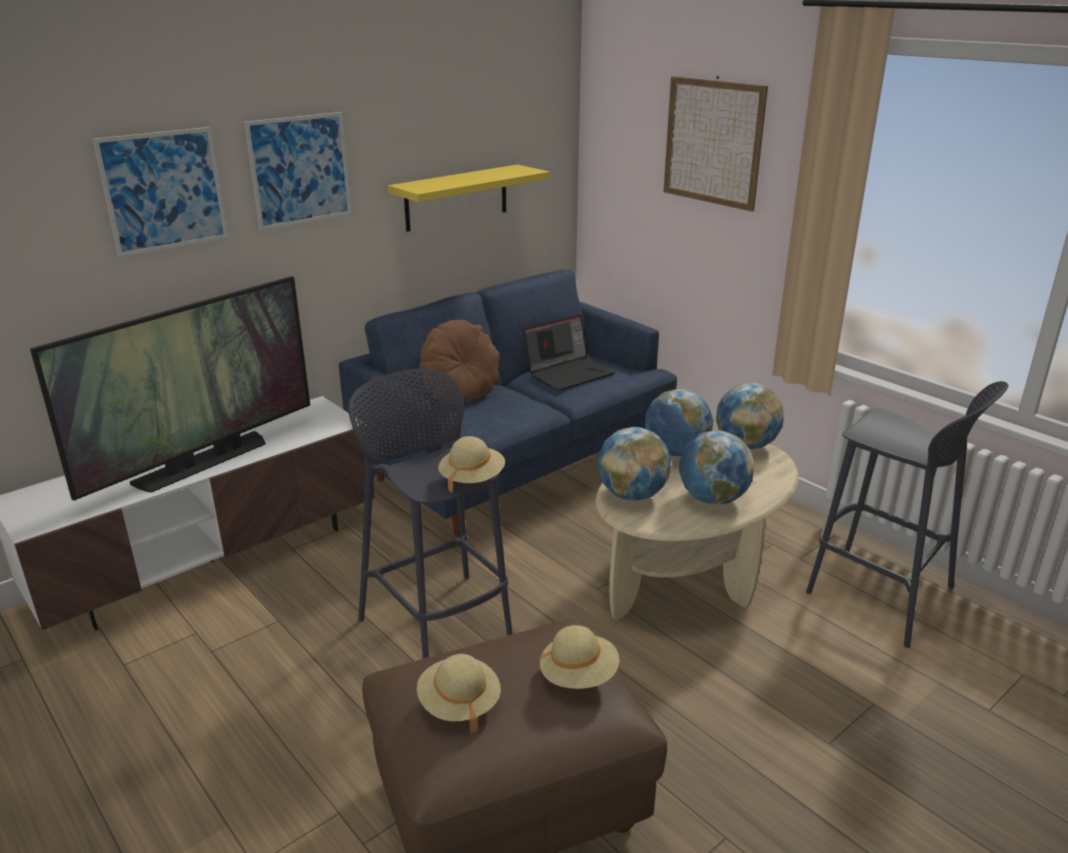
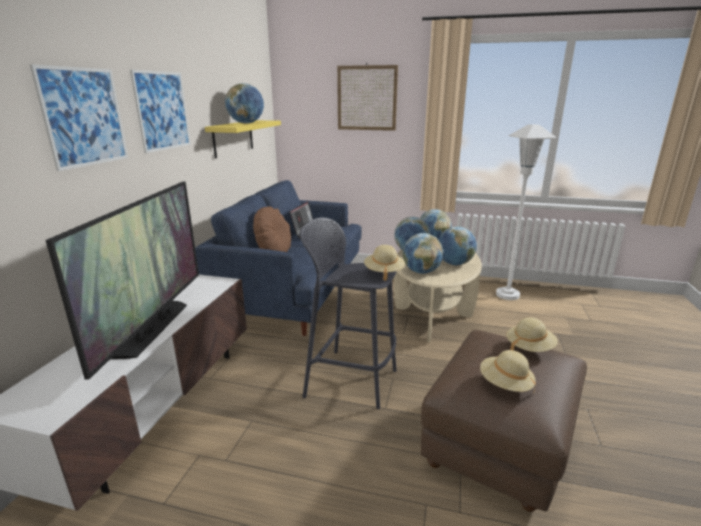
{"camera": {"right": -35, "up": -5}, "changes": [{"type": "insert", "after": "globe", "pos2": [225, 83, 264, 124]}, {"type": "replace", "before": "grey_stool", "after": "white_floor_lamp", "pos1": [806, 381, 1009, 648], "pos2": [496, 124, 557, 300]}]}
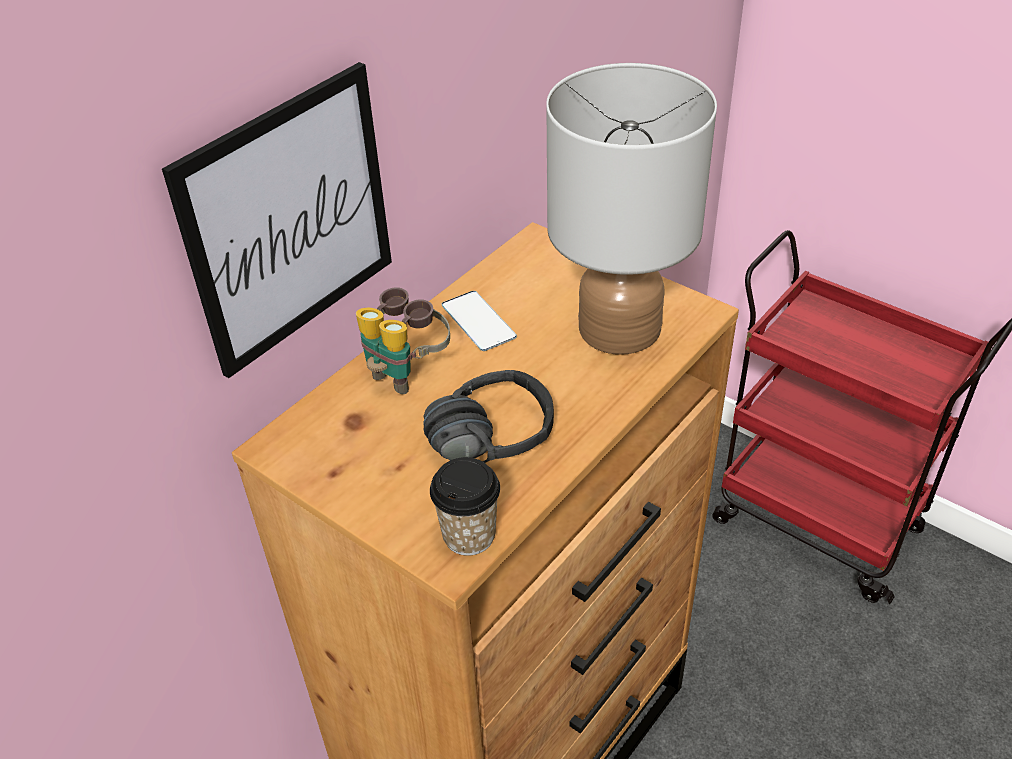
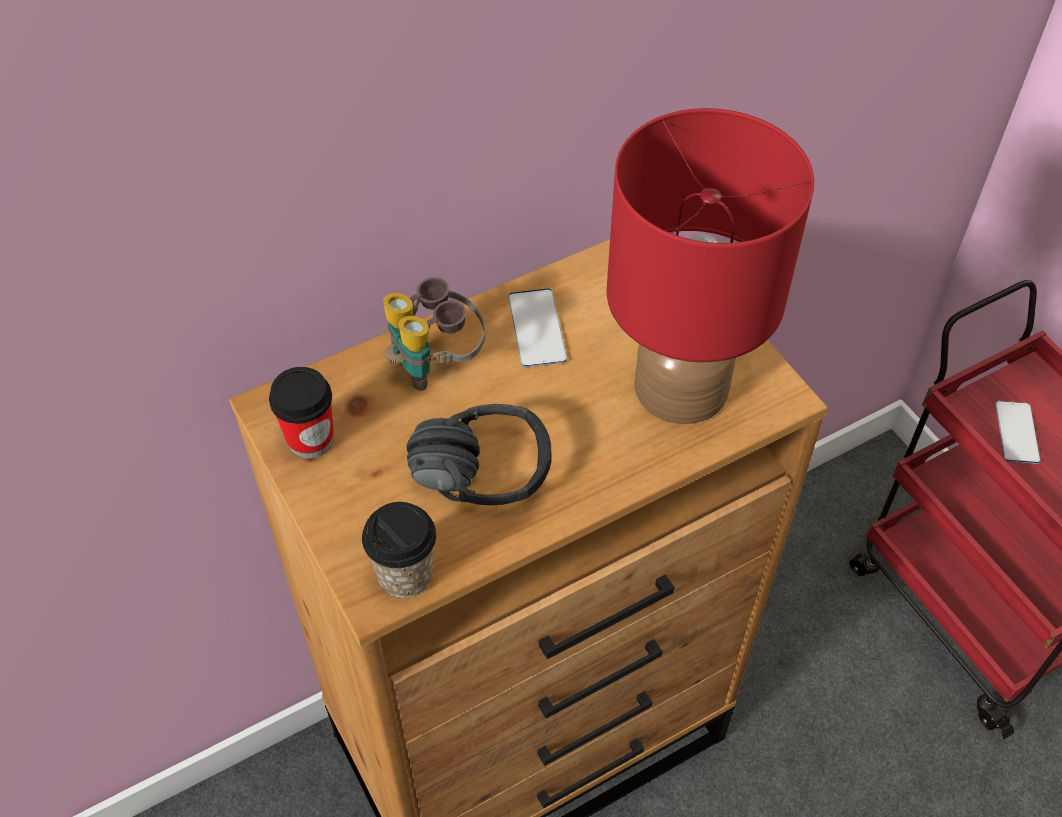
{"camera": {"right": 20, "up": 10}, "changes": [{"type": "insert", "after": "cup", "pos2": [269, 367, 334, 458]}, {"type": "recolor", "before": "grey_table_lamp", "after": "red_table_lamp", "pos1": [546, 63, 717, 355], "pos2": [607, 108, 814, 424]}, {"type": "insert", "after": "phone", "pos2": [995, 401, 1041, 464]}, {"type": "delete", "before": "picture", "pos1": [162, 62, 392, 378]}]}
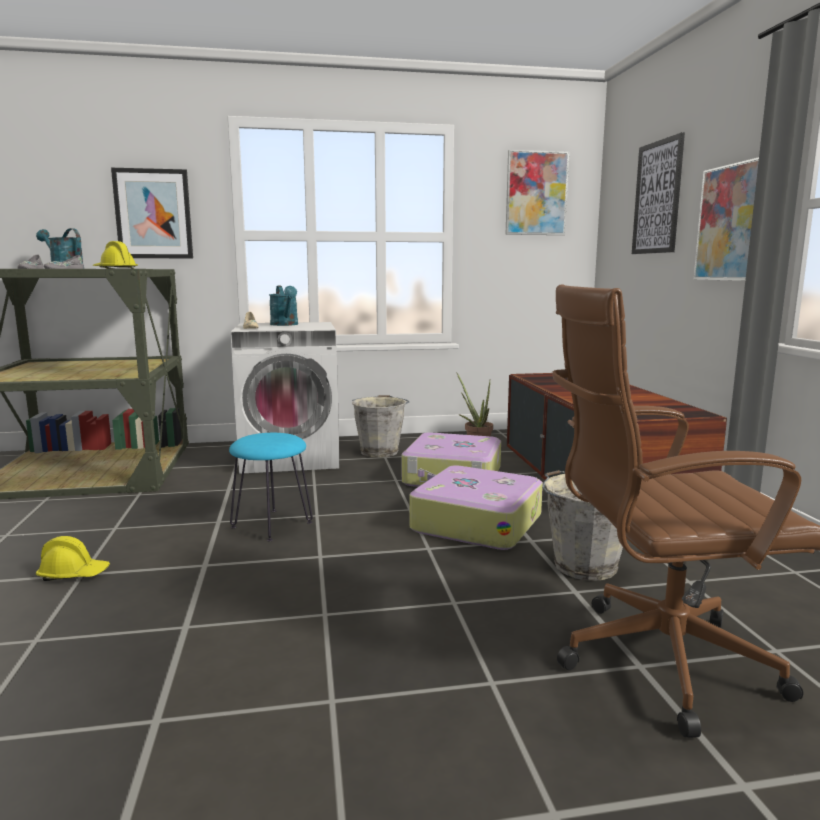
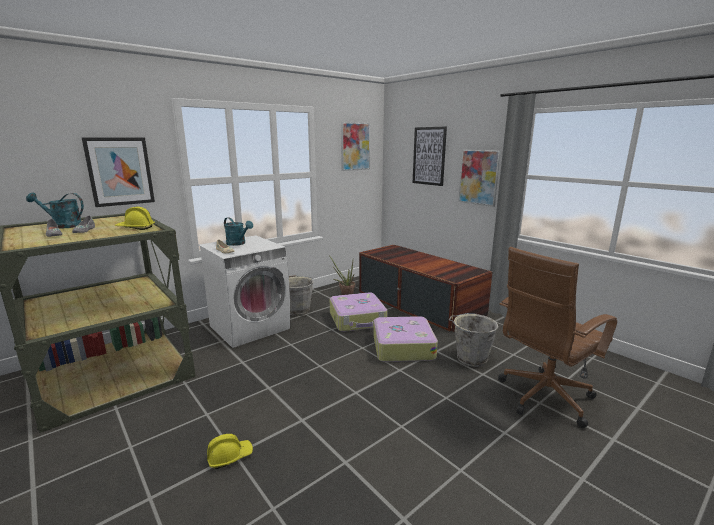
{"camera": {"right": -30, "up": 5}, "changes": [{"type": "delete", "before": "turquoise_stool", "pos1": [229, 433, 313, 542]}]}
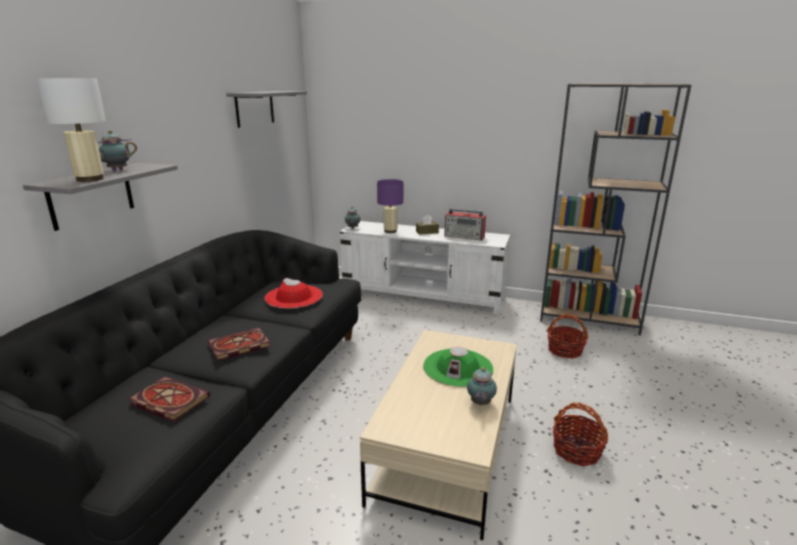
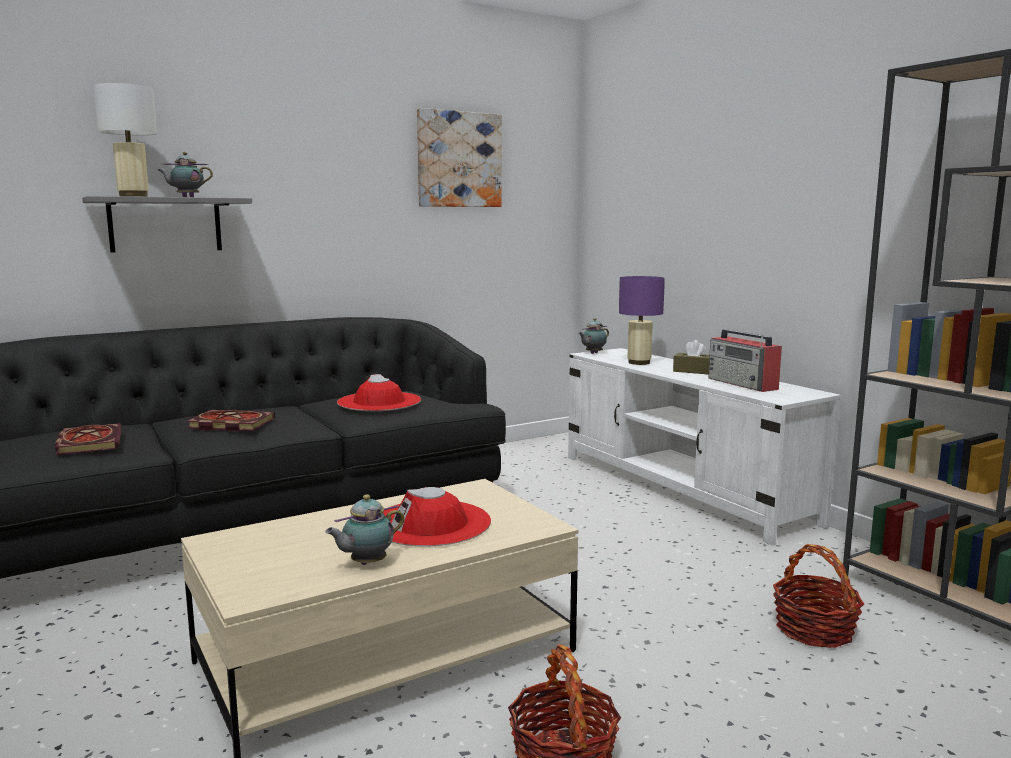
{"camera": {"right": 40, "up": -10}, "changes": [{"type": "recolor", "before": "green_hat", "after": "red_hat", "pos1": [423, 347, 493, 387], "pos2": [383, 487, 491, 547]}, {"type": "replace", "before": "grey_shelf", "after": "picture", "pos1": [226, 91, 307, 128], "pos2": [417, 108, 502, 207]}]}
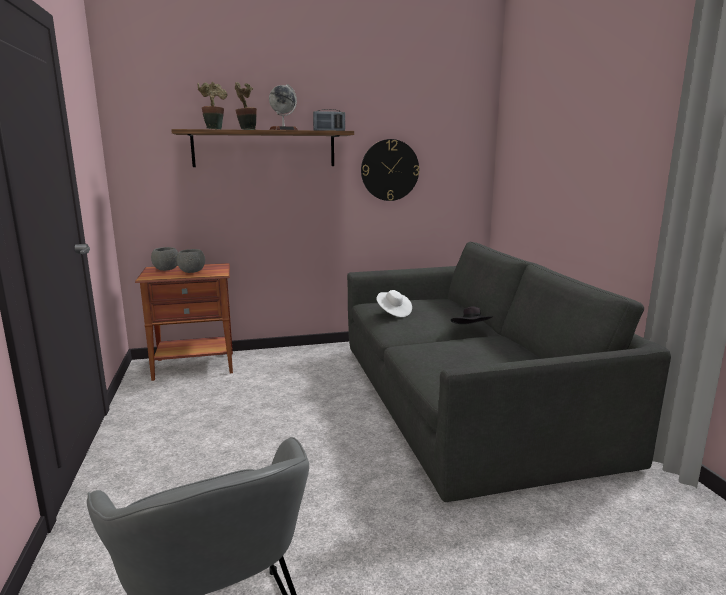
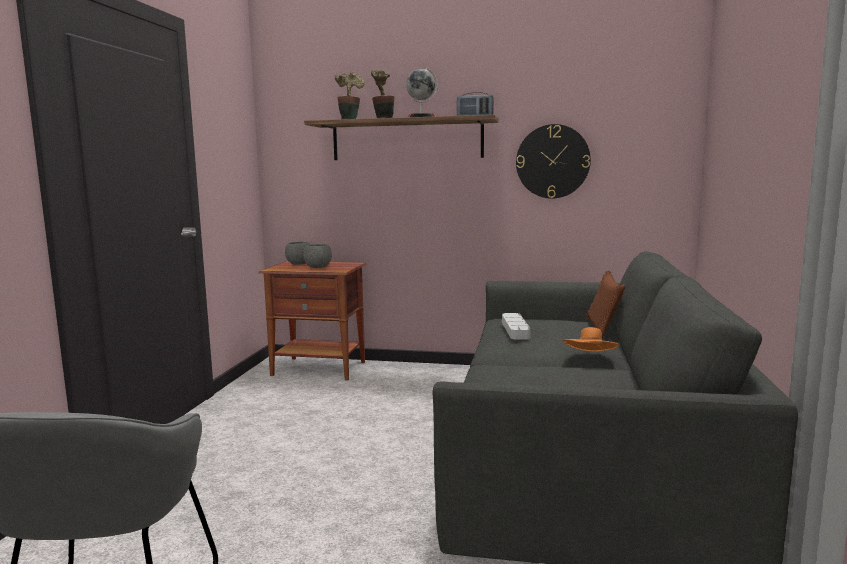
{"camera": {"right": 25, "up": -5}, "changes": [{"type": "replace", "before": "white_hat", "after": "grey_tray", "pos1": [376, 290, 412, 317], "pos2": [502, 313, 531, 340]}, {"type": "recolor", "before": "black_hat", "after": "orange_hat", "pos1": [451, 306, 493, 324], "pos2": [562, 327, 619, 351]}, {"type": "insert", "after": "brown_pillow", "pos2": [585, 270, 625, 338]}]}
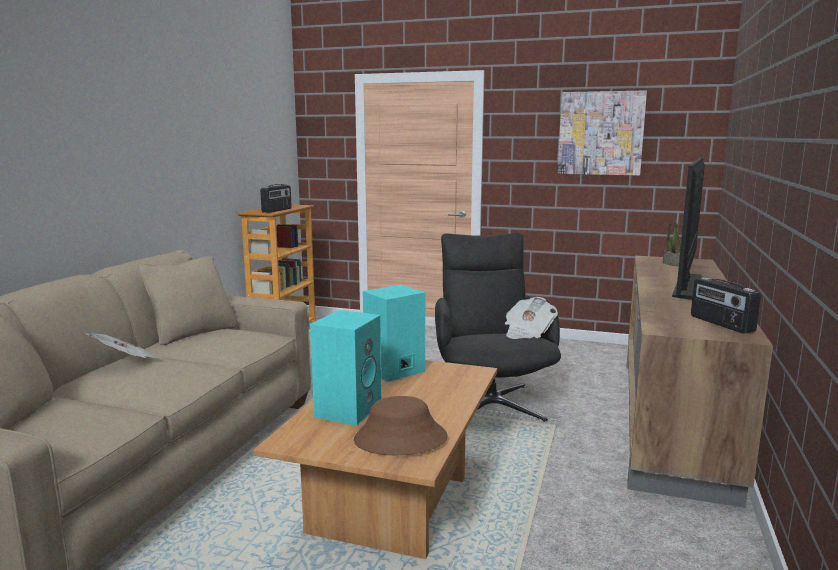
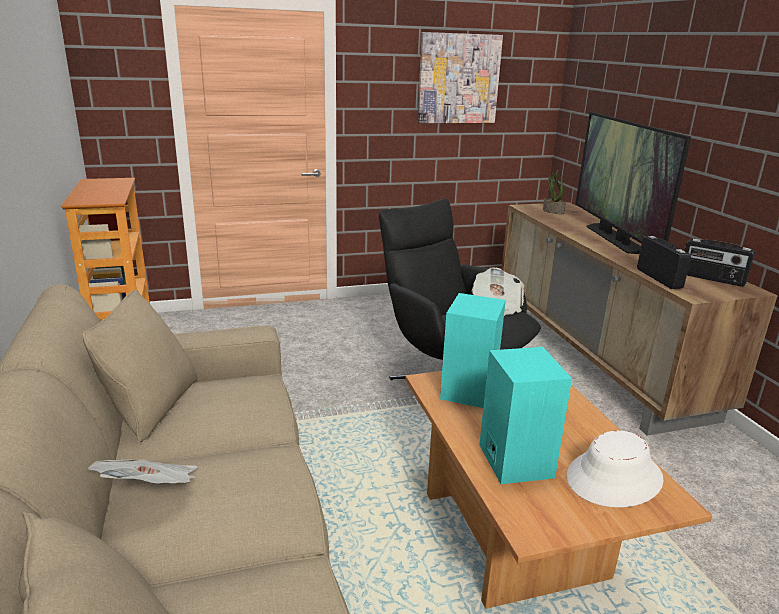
{"camera": {"right": -35, "up": 10}, "changes": [{"type": "recolor", "before": "brown_hat", "after": "white_hat", "pos1": [354, 396, 448, 455], "pos2": [567, 431, 664, 508]}, {"type": "move", "before": "radio", "pos1": [260, 184, 292, 213], "pos2": [637, 236, 691, 289]}]}
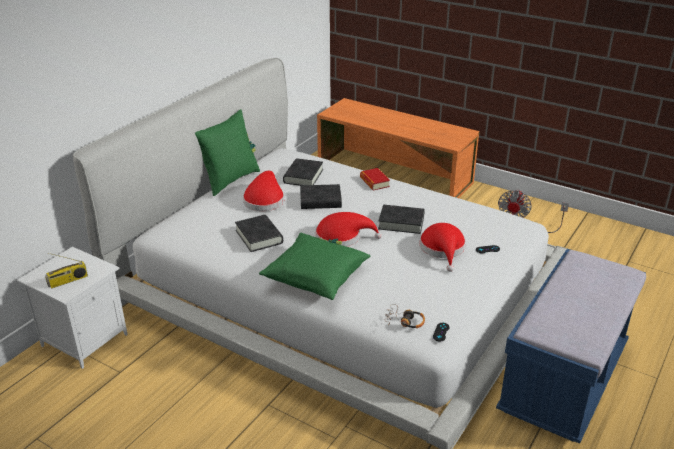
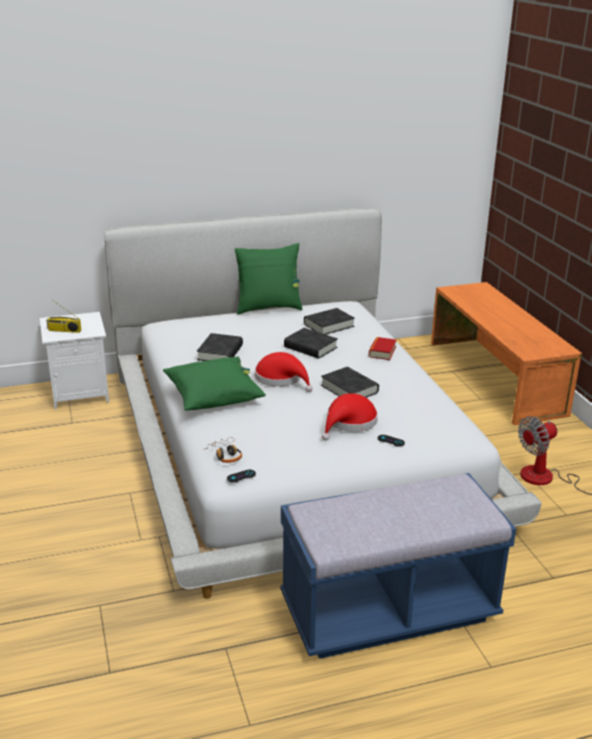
{"camera": {"right": 40, "up": -5}, "changes": [{"type": "delete", "before": "red_hat", "pos1": [243, 171, 284, 211]}]}
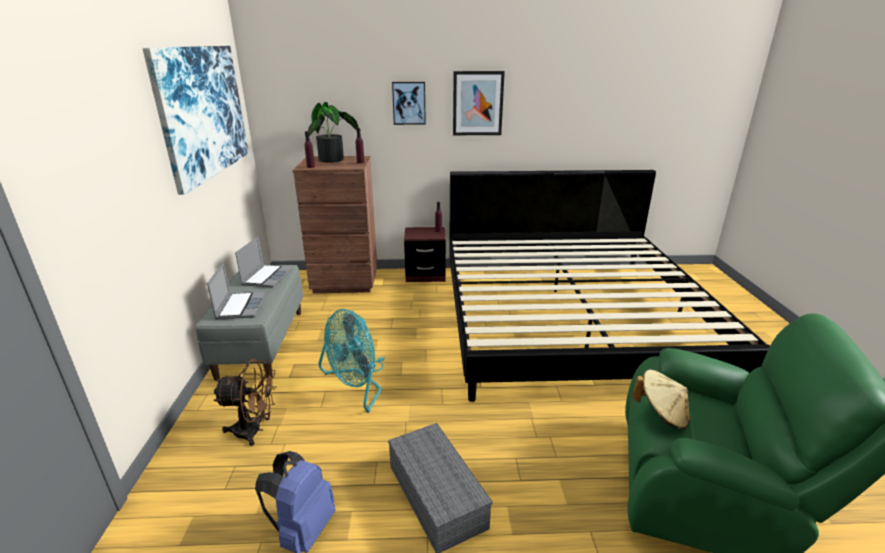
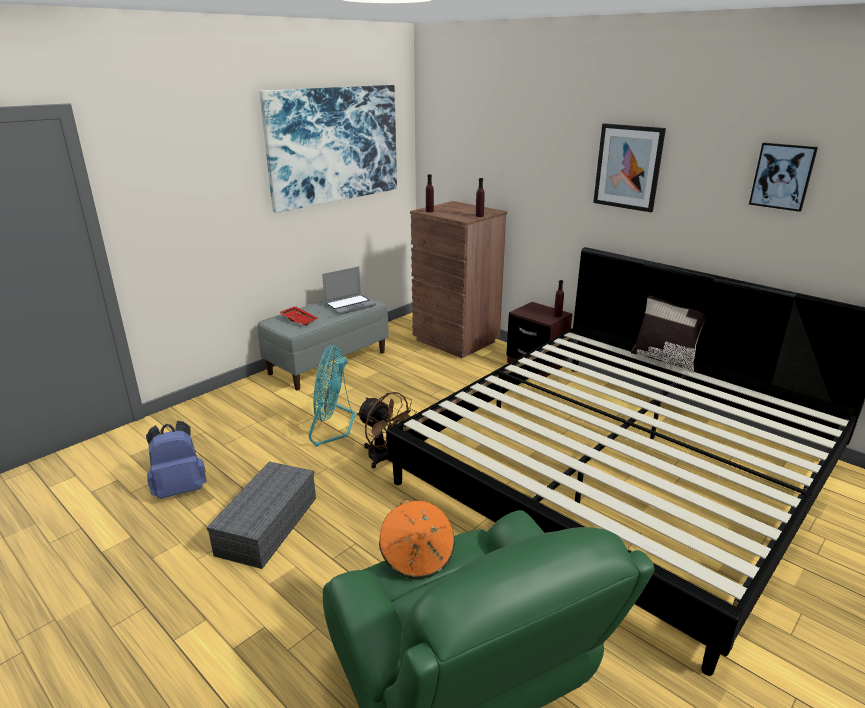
{"camera": {"right": 45, "up": 0}, "changes": [{"type": "replace", "before": "laptop", "after": "red_tray", "pos1": [207, 262, 266, 319], "pos2": [279, 306, 318, 326]}, {"type": "move", "before": "brown_fan", "pos1": [213, 359, 276, 446], "pos2": [357, 392, 417, 469]}, {"type": "recolor", "before": "beige_hat", "after": "orange_hat", "pos1": [632, 370, 690, 429], "pos2": [379, 500, 455, 579]}, {"type": "insert", "after": "pillow", "pos2": [631, 295, 705, 373]}, {"type": "move", "before": "picture", "pos1": [392, 82, 426, 125], "pos2": [749, 143, 818, 212]}, {"type": "delete", "before": "potted_plant", "pos1": [308, 102, 358, 163]}]}
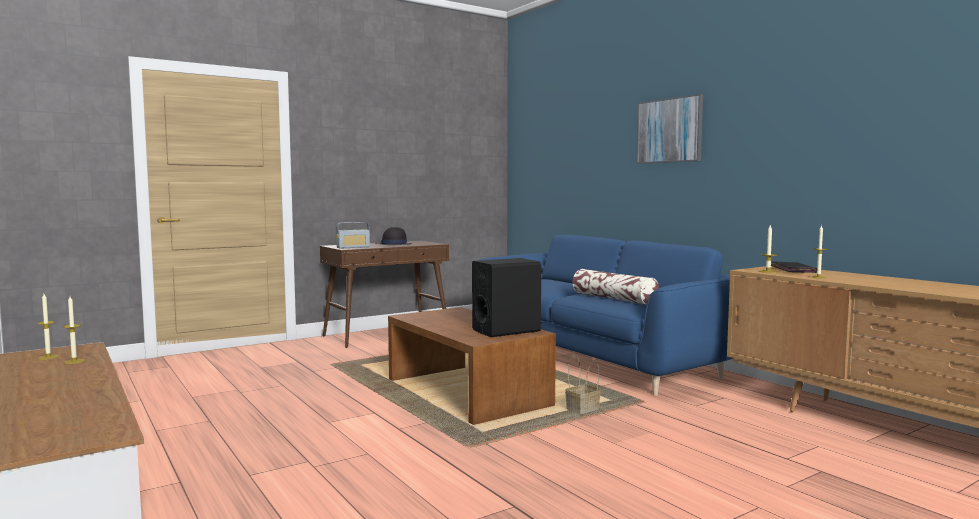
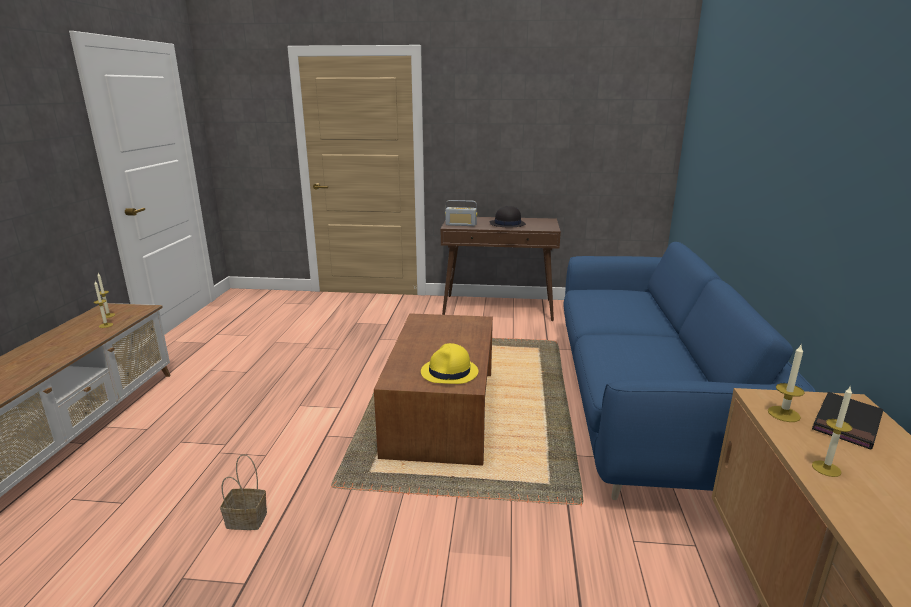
{"camera": {"right": 40, "up": 15}, "changes": [{"type": "move", "before": "basket", "pos1": [565, 355, 601, 414], "pos2": [220, 454, 267, 530]}, {"type": "replace", "before": "black_speaker", "after": "yellow_hat", "pos1": [472, 258, 541, 337], "pos2": [421, 343, 478, 384]}, {"type": "delete", "before": "pillow", "pos1": [572, 269, 659, 305]}, {"type": "delete", "before": "picture", "pos1": [637, 94, 703, 164]}]}
